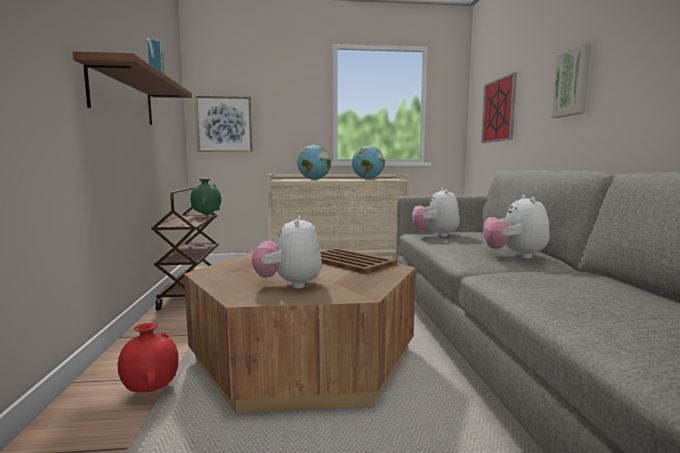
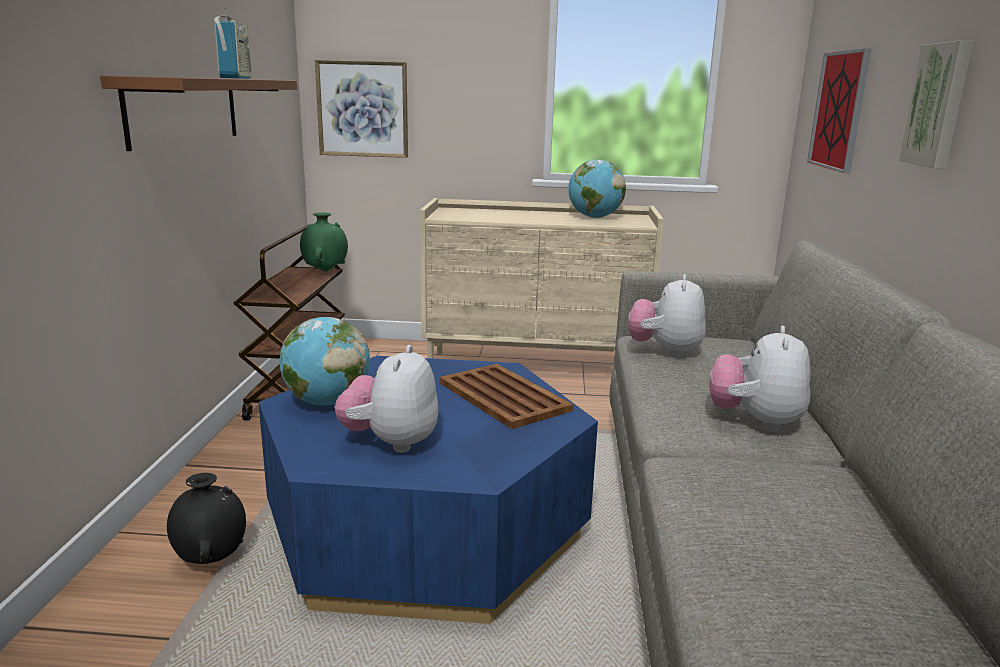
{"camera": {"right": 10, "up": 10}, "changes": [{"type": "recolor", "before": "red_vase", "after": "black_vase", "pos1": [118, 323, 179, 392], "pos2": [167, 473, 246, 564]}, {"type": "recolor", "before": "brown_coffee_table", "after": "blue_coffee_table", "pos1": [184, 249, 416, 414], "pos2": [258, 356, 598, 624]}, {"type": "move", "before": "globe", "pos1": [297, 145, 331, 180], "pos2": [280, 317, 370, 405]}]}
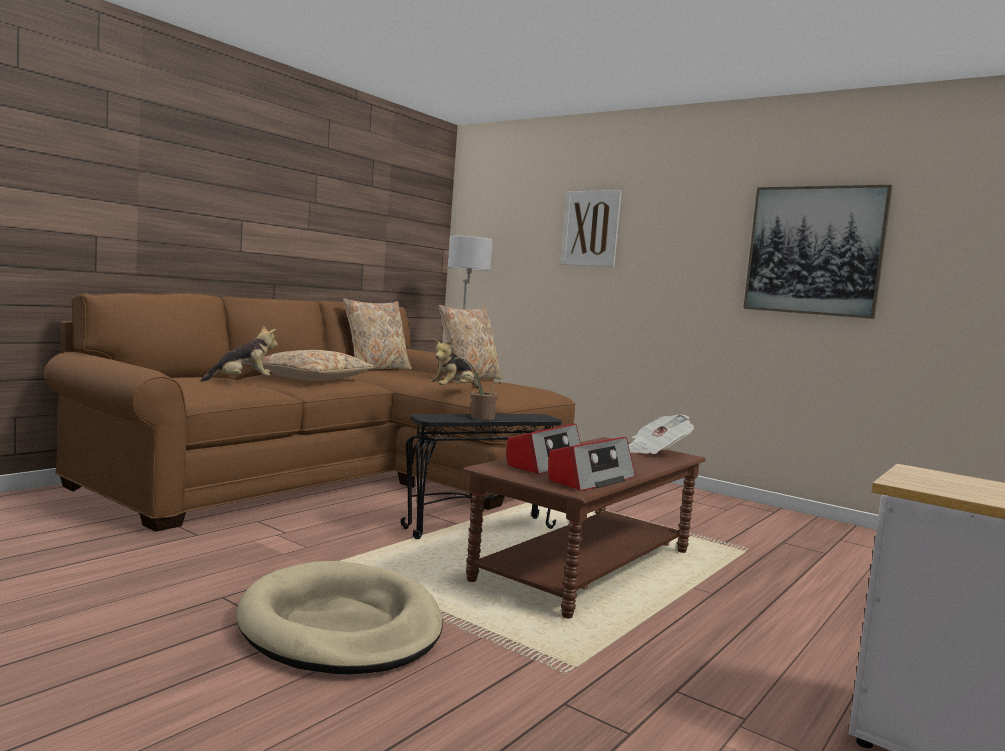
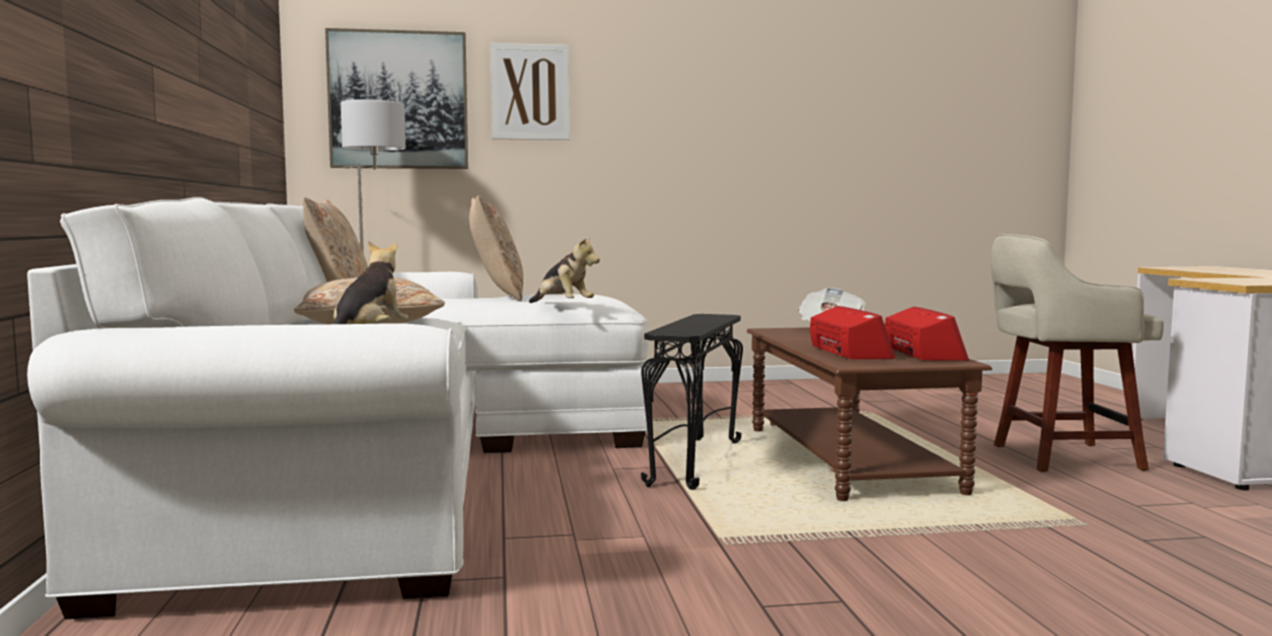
{"camera": {"right": -45, "up": 0}, "changes": [{"type": "recolor", "before": "brown_sofa", "after": "white_sofa", "pos1": [44, 293, 576, 532], "pos2": [27, 197, 649, 619]}, {"type": "move", "before": "picture", "pos1": [743, 185, 892, 319], "pos2": [325, 28, 468, 169]}, {"type": "rotate", "before": "plush_toy", "pos1": [430, 339, 478, 389], "pos2": [529, 237, 600, 303], "turn": -45}, {"type": "insert", "after": "beige_stool", "pos2": [990, 234, 1163, 472]}, {"type": "delete", "before": "beige_dog_bed", "pos1": [237, 561, 443, 674]}, {"type": "delete", "before": "potted_plant", "pos1": [453, 357, 501, 420]}]}
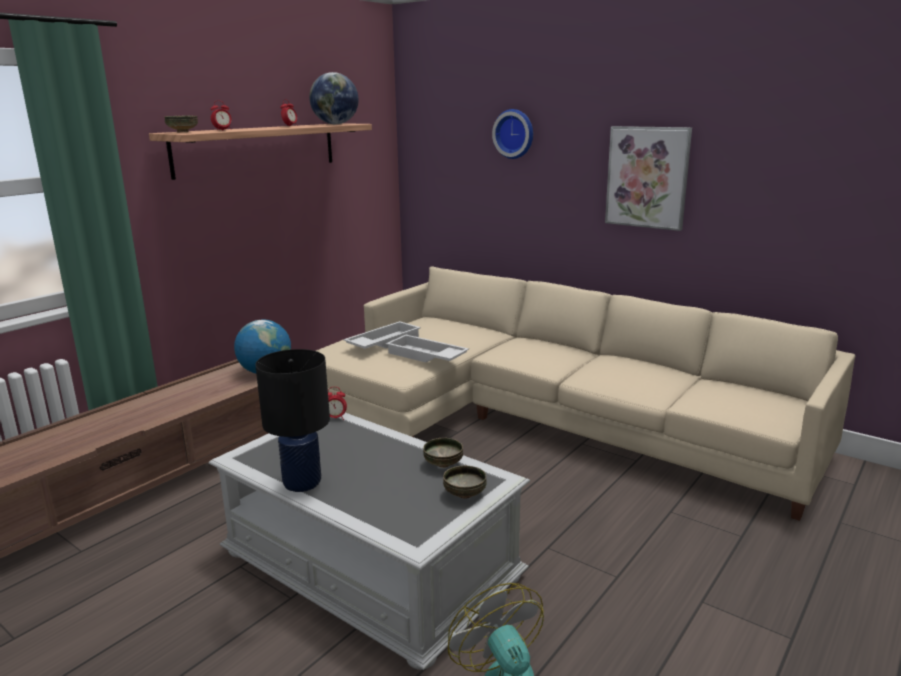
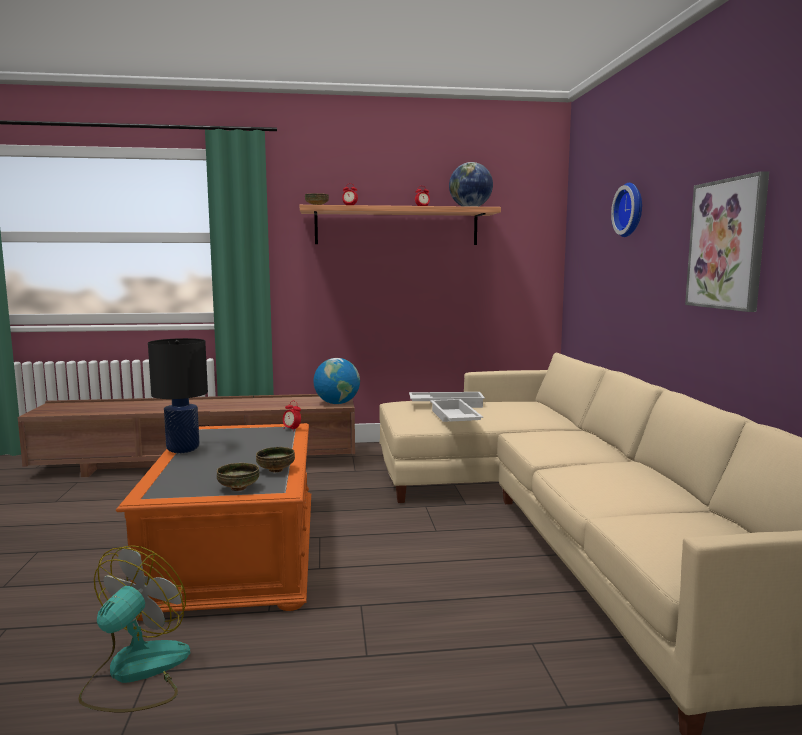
{"camera": {"right": 45, "up": -10}, "changes": [{"type": "recolor", "before": "white_coffee_table", "after": "orange_coffee_table", "pos1": [209, 413, 530, 670], "pos2": [116, 423, 311, 621]}]}
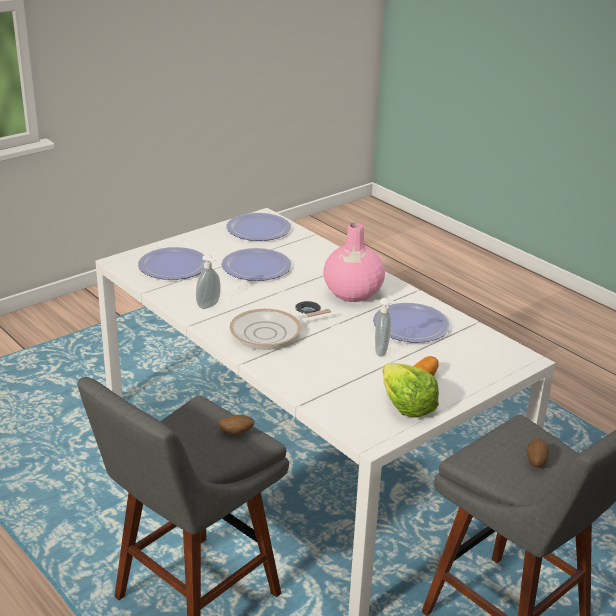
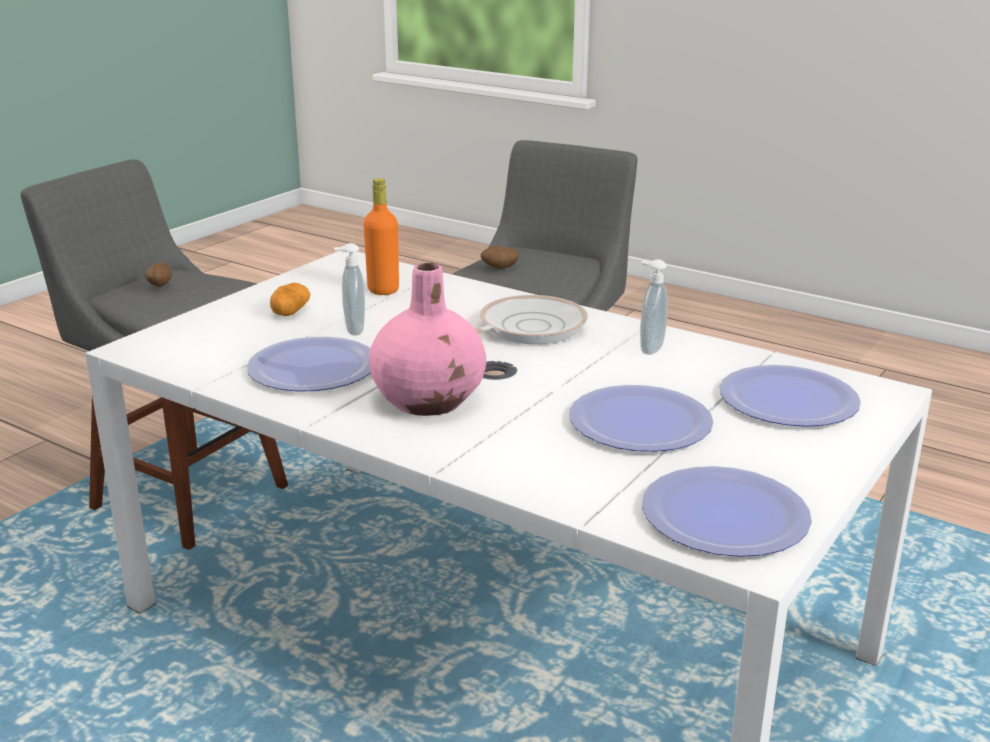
{"camera": {"right": 165, "up": -5}, "changes": [{"type": "insert", "after": "orange_bottle", "pos2": [363, 178, 399, 295]}, {"type": "delete", "before": "lettuce", "pos1": [382, 363, 439, 417]}]}
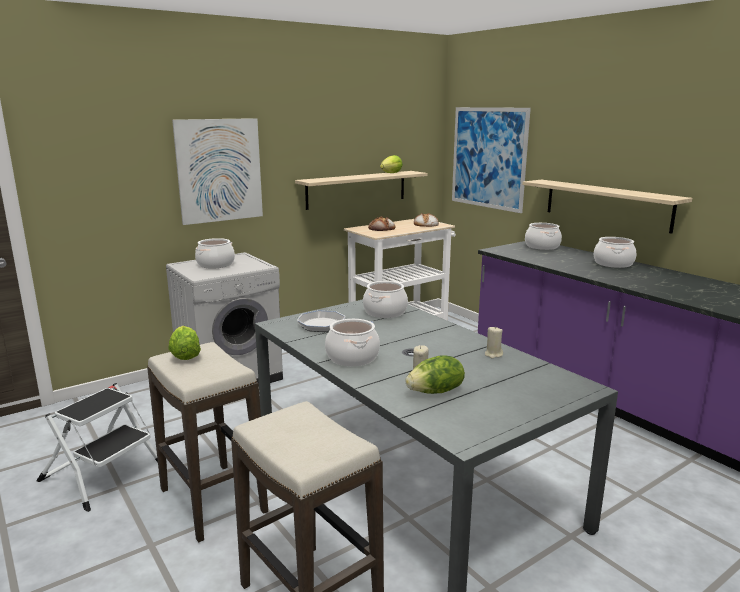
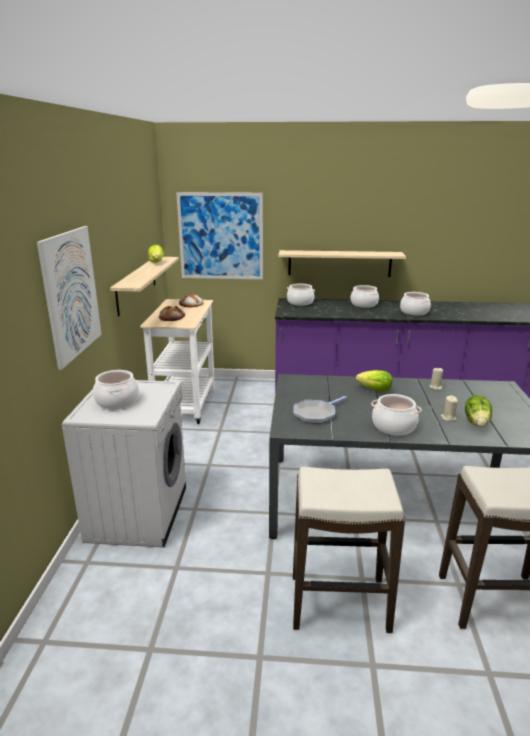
{"camera": {"right": -50, "up": 5}, "changes": [{"type": "move", "before": "lettuce", "pos1": [168, 326, 201, 360], "pos2": [356, 370, 392, 392]}, {"type": "move", "before": "cooking_pot", "pos1": [363, 281, 408, 318], "pos2": [400, 292, 431, 316]}, {"type": "delete", "before": "step_ladder", "pos1": [36, 383, 158, 512]}]}
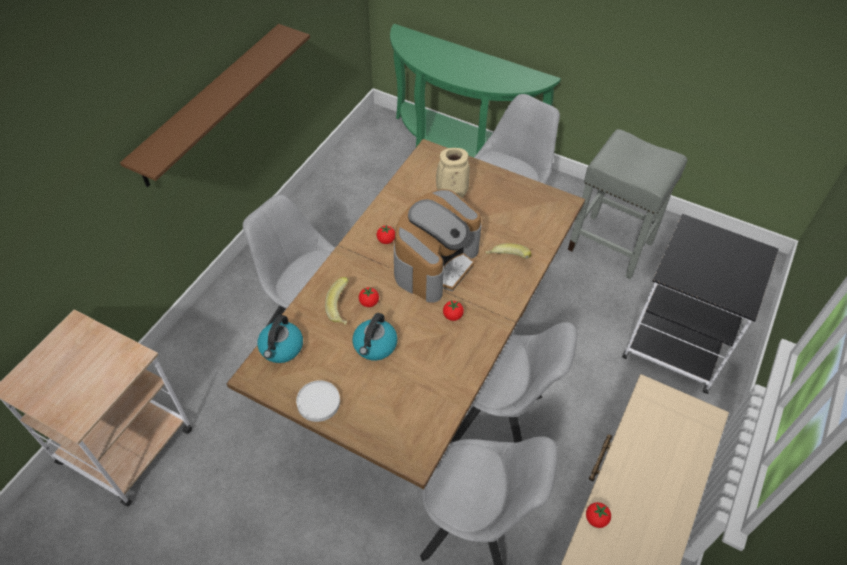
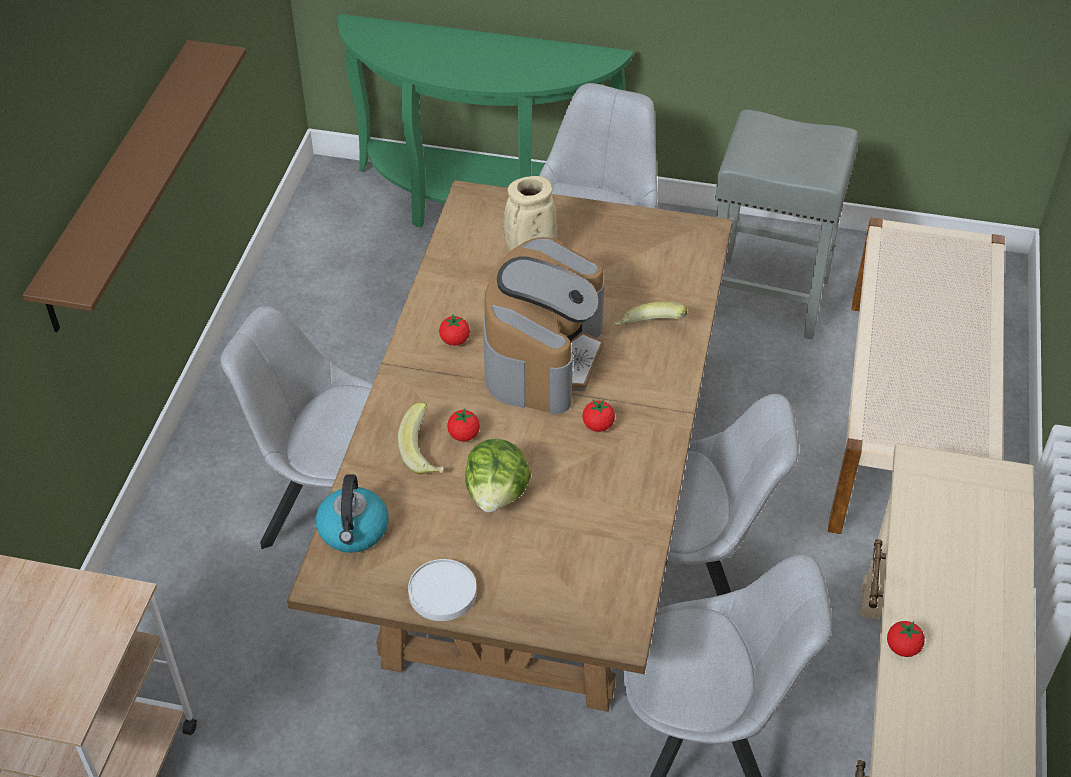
{"camera": {"right": -15, "up": -5}, "changes": [{"type": "replace", "before": "kettle", "after": "lettuce", "pos1": [352, 313, 397, 360], "pos2": [465, 439, 531, 512]}, {"type": "replace", "before": "black_cart", "after": "beige_bench", "pos1": [622, 214, 779, 394], "pos2": [828, 217, 1005, 534]}]}
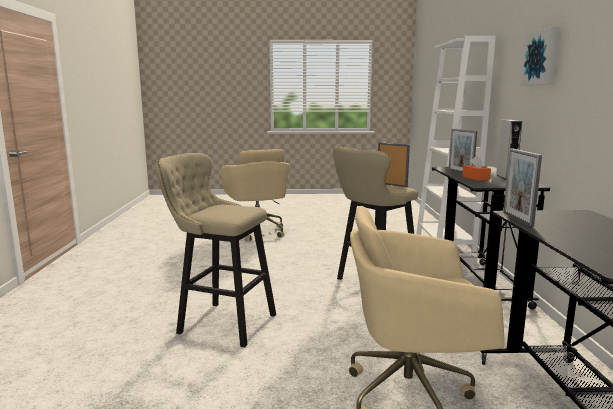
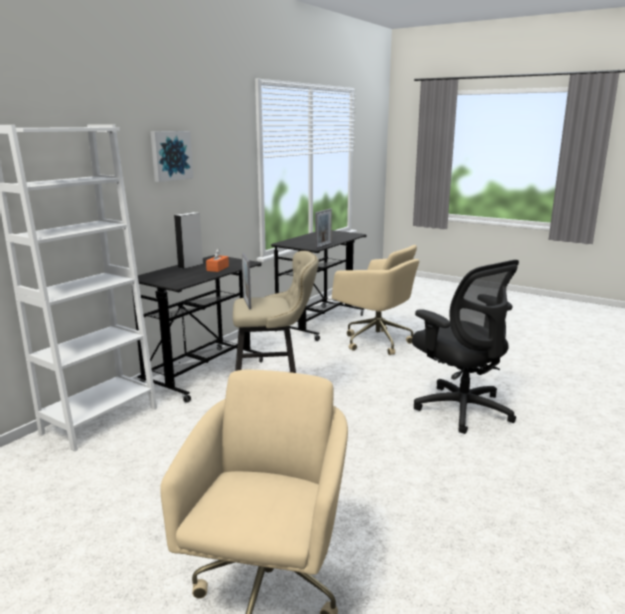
{"camera": {"right": -145, "up": 5}, "changes": [{"type": "replace", "before": "beige_stool", "after": "black_office_chair", "pos1": [156, 153, 276, 347], "pos2": [412, 260, 519, 434]}, {"type": "delete", "before": "picture_frame", "pos1": [448, 129, 477, 173]}]}
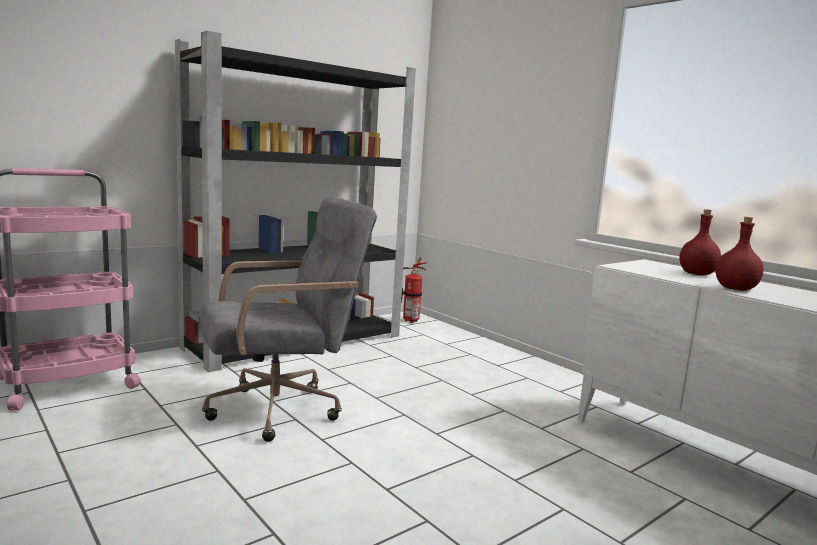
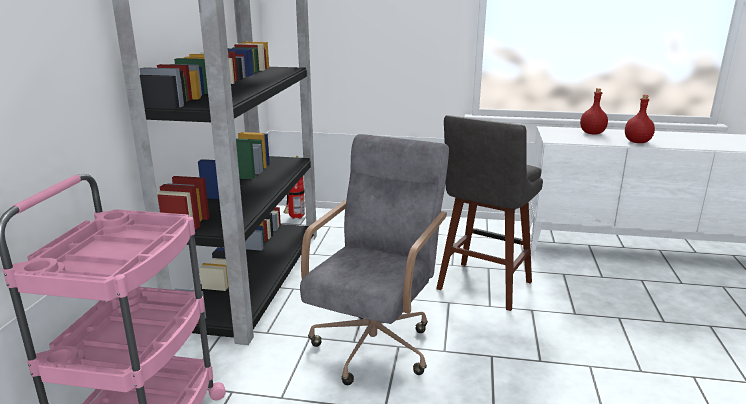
{"camera": {"right": -40, "up": 10}, "changes": [{"type": "insert", "after": "grey_stool", "pos2": [436, 115, 543, 311]}]}
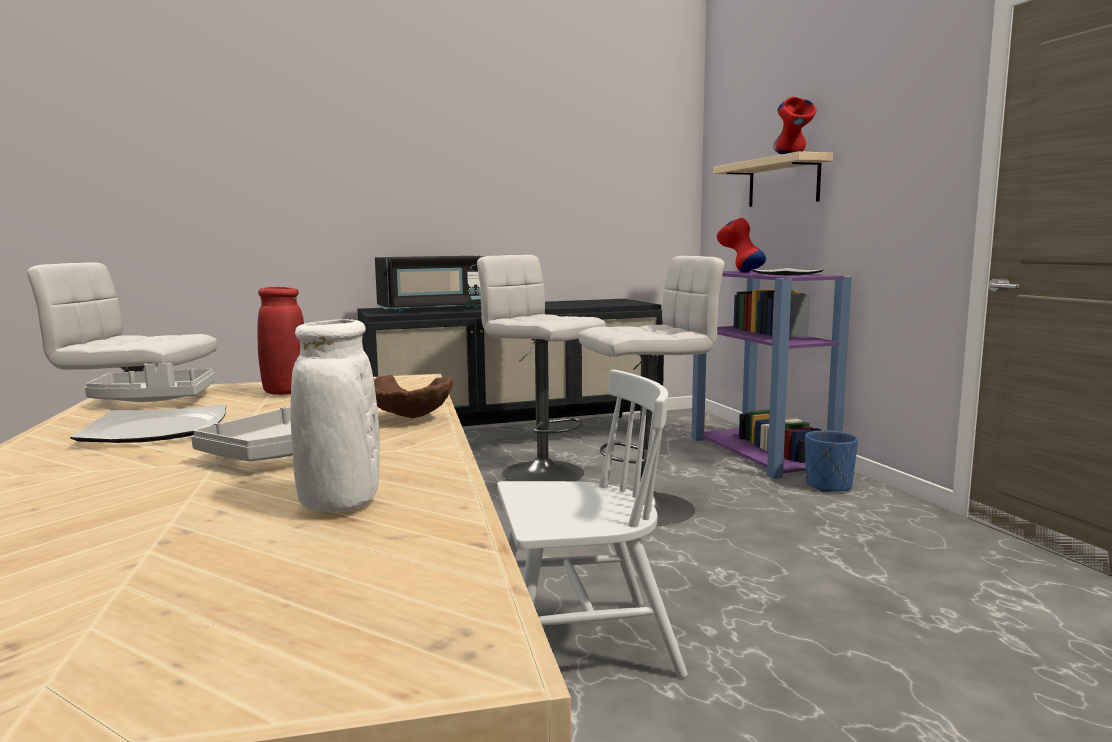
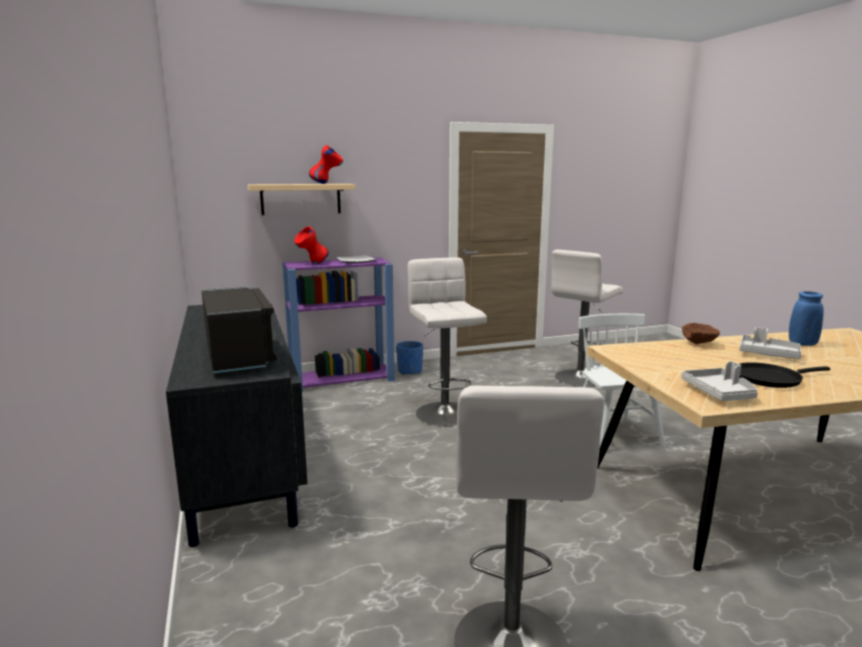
{"camera": {"right": -90, "up": 5}, "changes": [{"type": "move", "before": "white_stool", "pos1": [477, 255, 606, 481], "pos2": [551, 250, 623, 387]}, {"type": "replace", "before": "plate", "after": "black_frying_pan", "pos1": [70, 404, 226, 443], "pos2": [736, 362, 831, 388]}, {"type": "recolor", "before": "white_vase", "after": "blue_vase", "pos1": [291, 319, 379, 512], "pos2": [789, 291, 824, 346]}, {"type": "delete", "before": "red_vase", "pos1": [257, 287, 304, 395]}]}
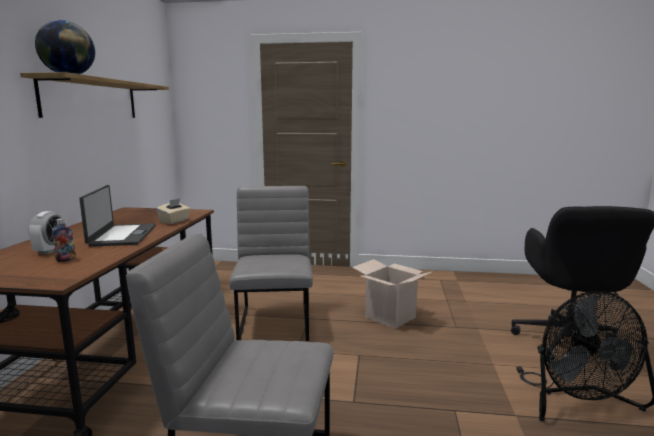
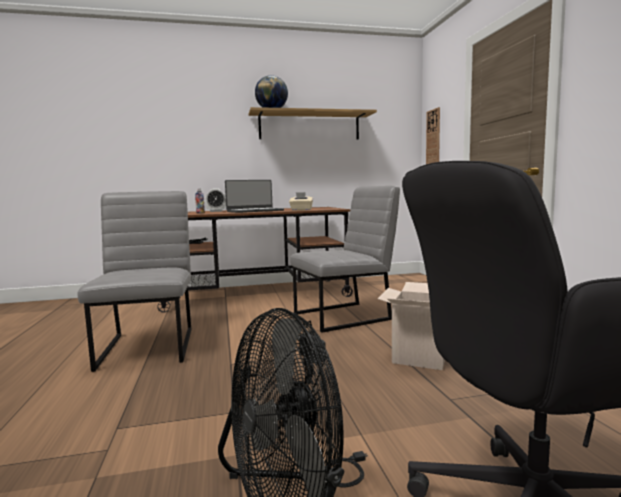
{"camera": {"right": 70, "up": -5}, "changes": [{"type": "insert", "after": "wall_clock", "pos2": [426, 107, 440, 164]}]}
